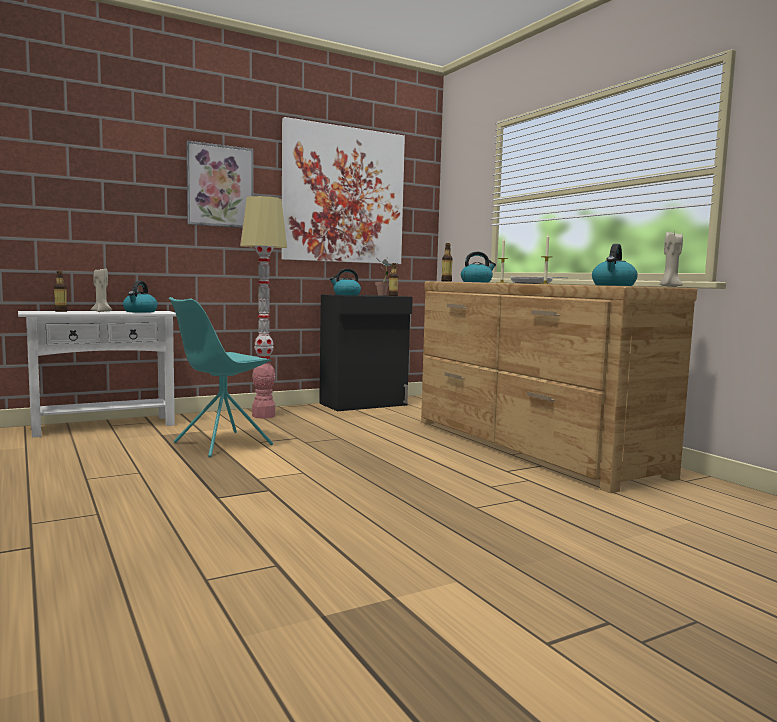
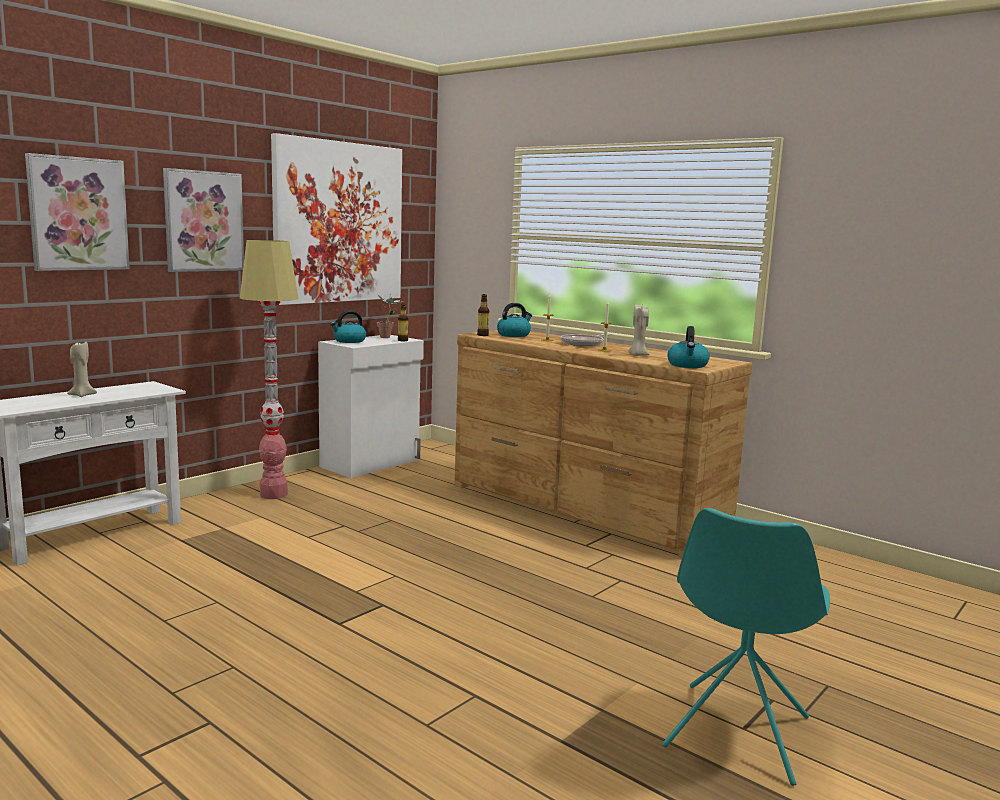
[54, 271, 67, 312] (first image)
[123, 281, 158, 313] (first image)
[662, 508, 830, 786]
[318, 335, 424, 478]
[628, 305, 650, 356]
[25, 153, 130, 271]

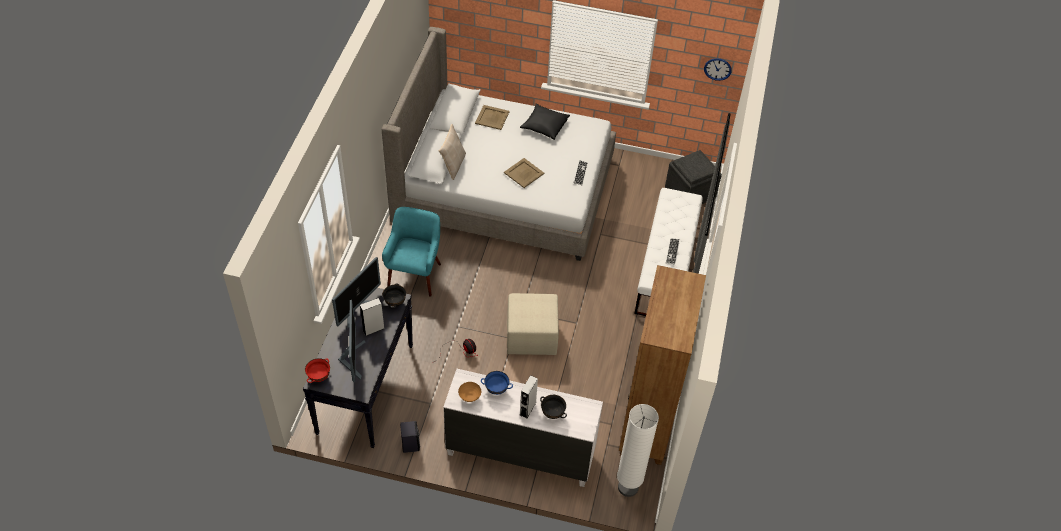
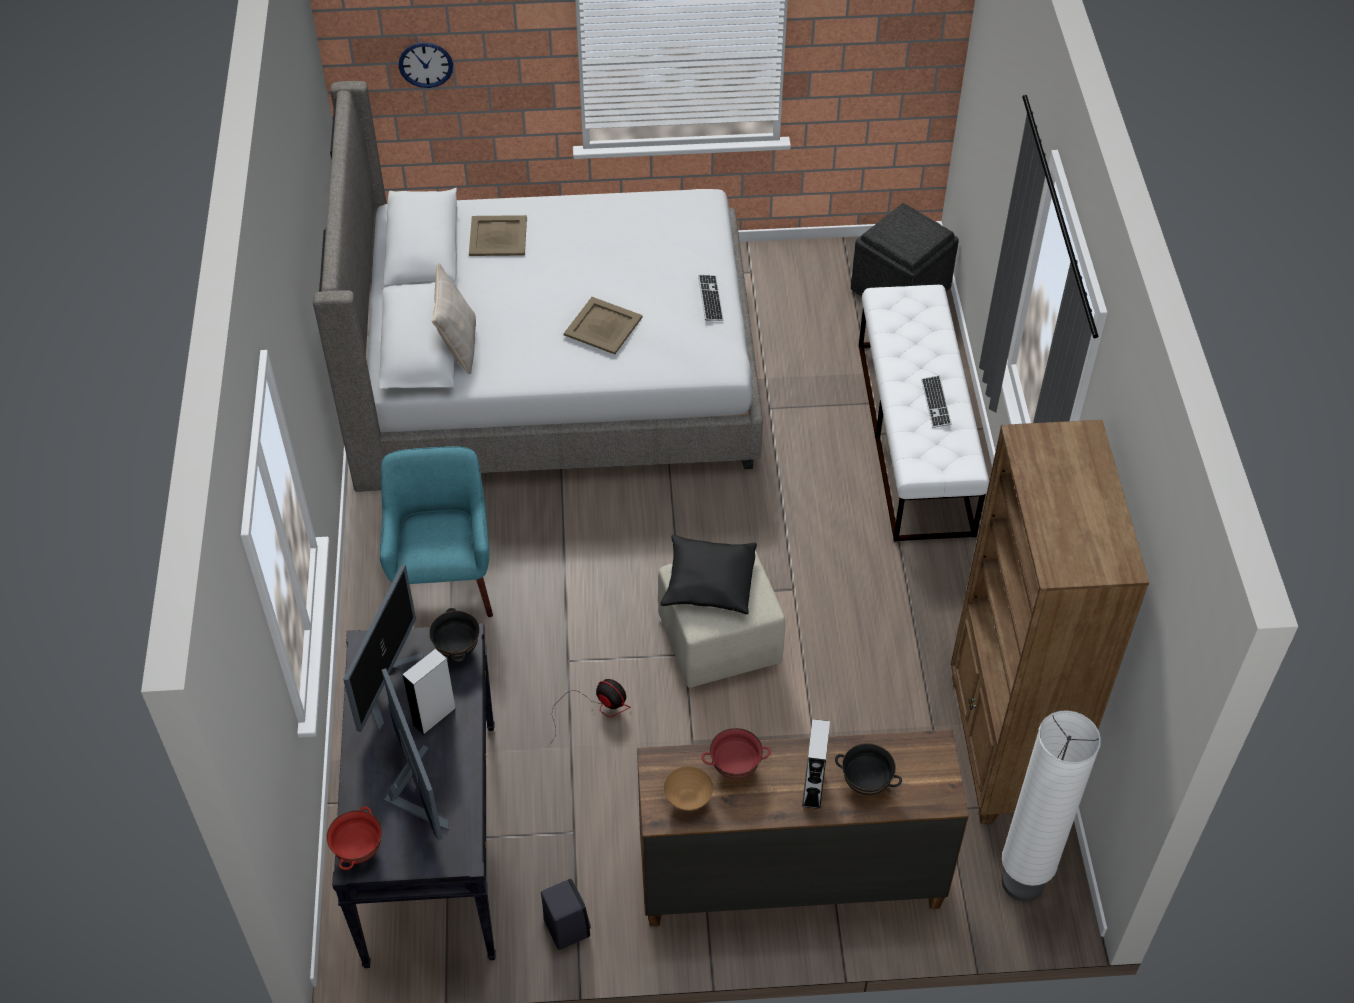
[637, 729, 969, 927]
[701, 728, 771, 779]
[660, 535, 757, 614]
[399, 42, 453, 88]

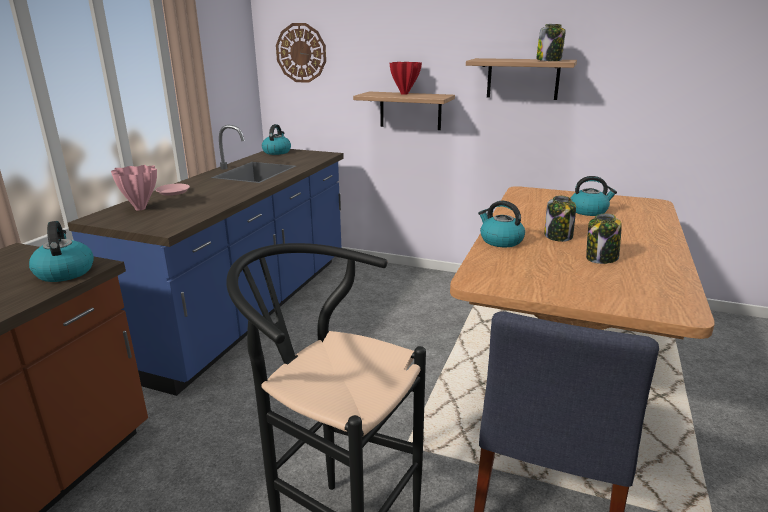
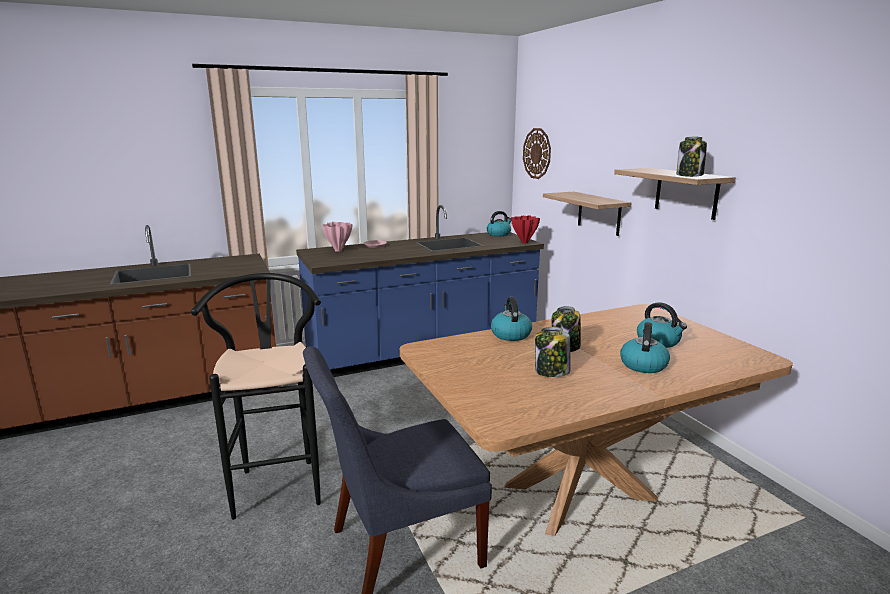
[620, 322, 670, 373]
[511, 215, 540, 243]

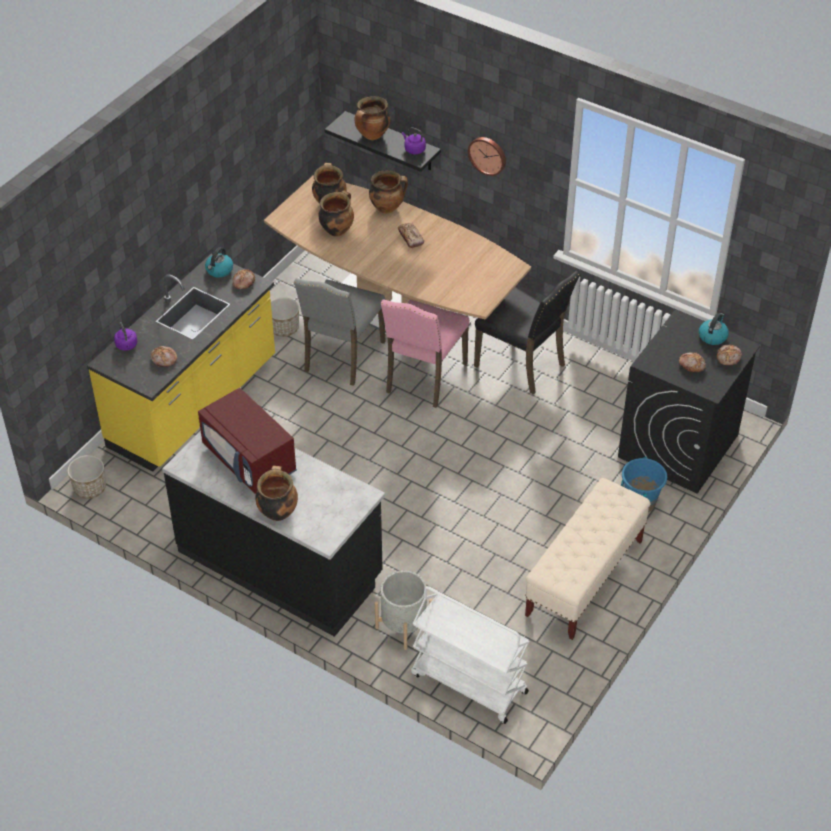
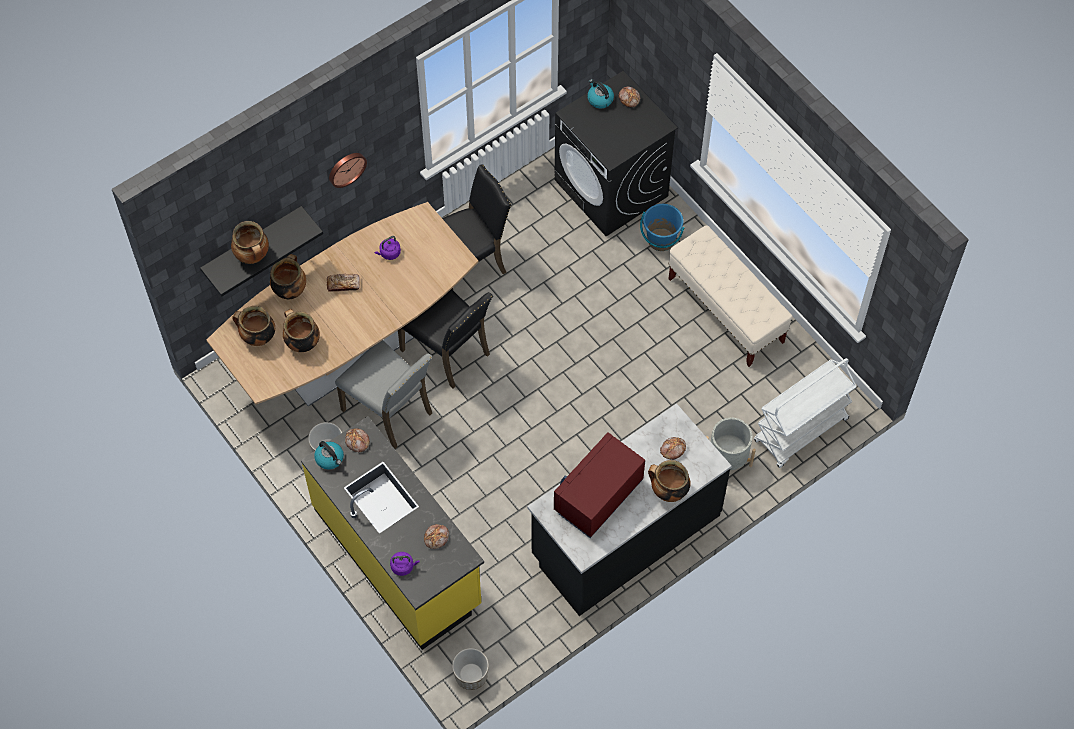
[554, 432, 645, 538]
[398, 289, 493, 388]
[374, 236, 401, 260]
[660, 437, 686, 460]

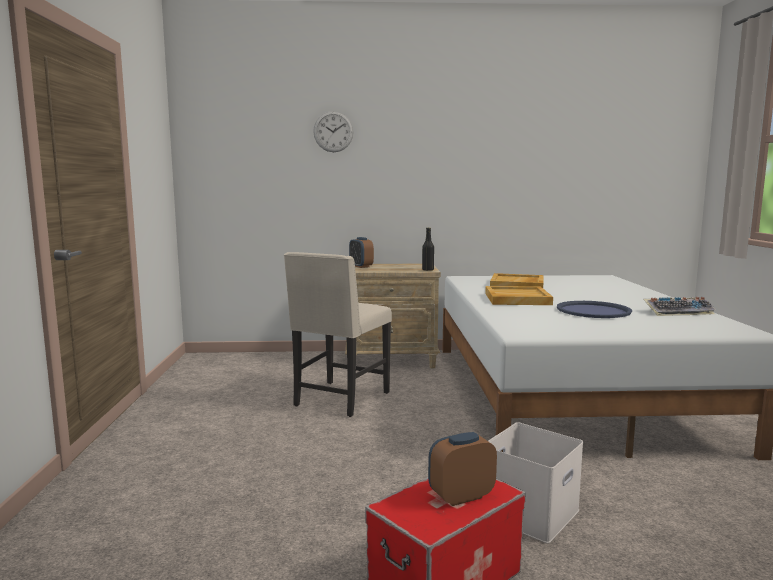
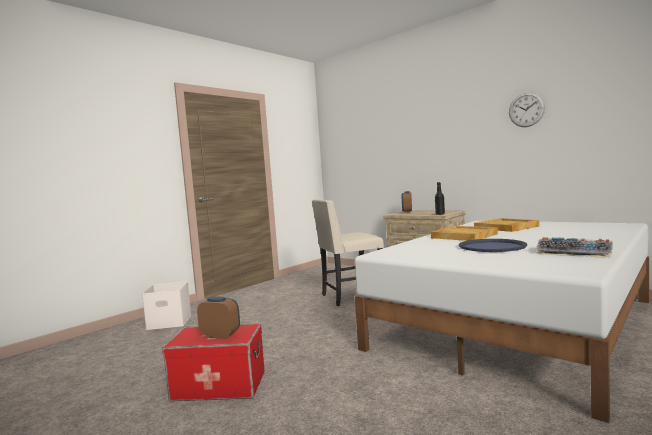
[509, 92, 545, 127]
[142, 281, 192, 330]

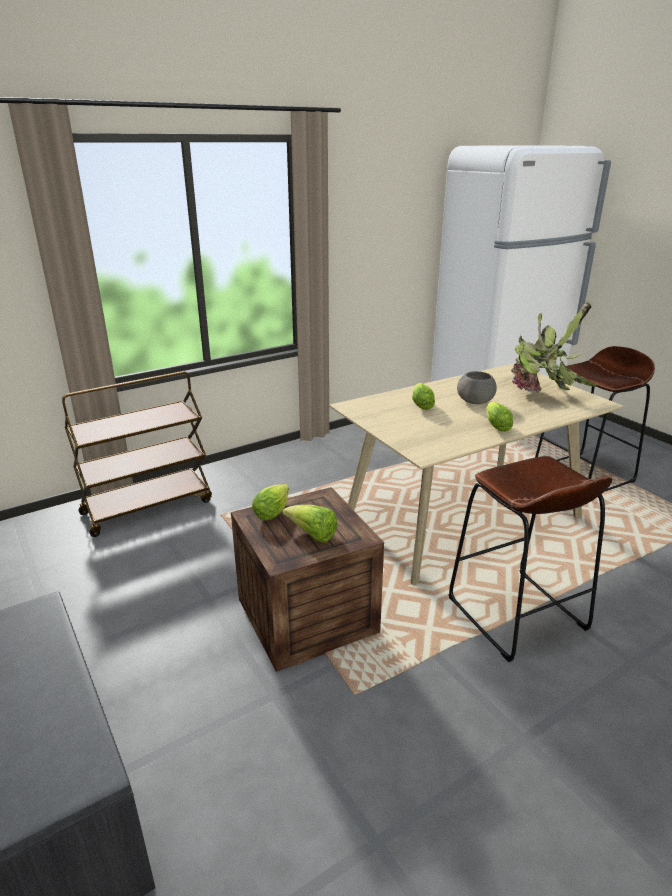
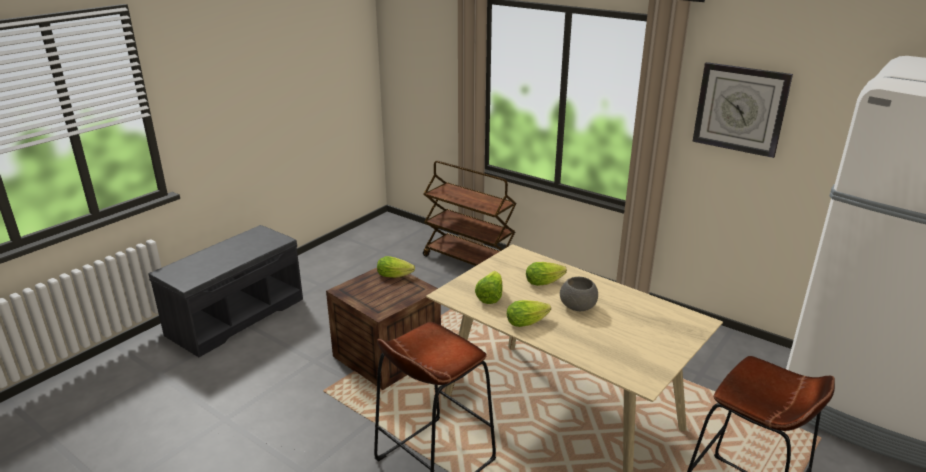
[475, 271, 503, 304]
[511, 301, 597, 392] (first image)
[692, 62, 793, 158]

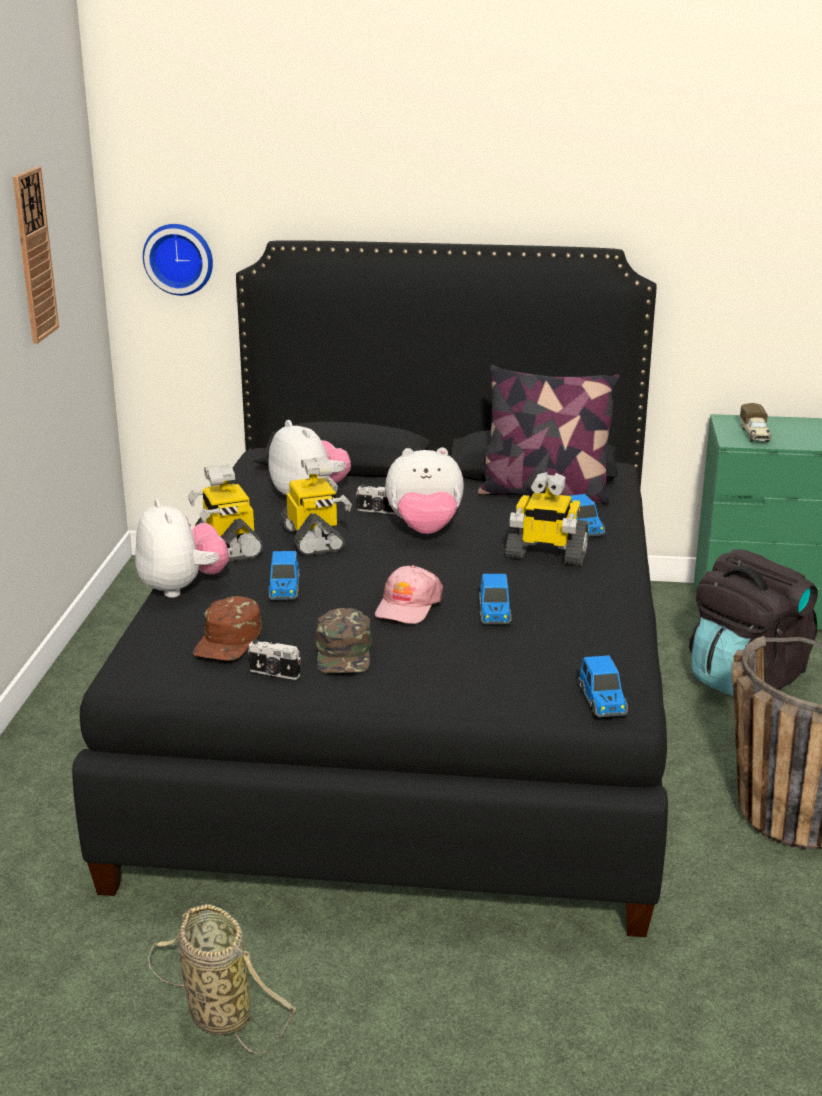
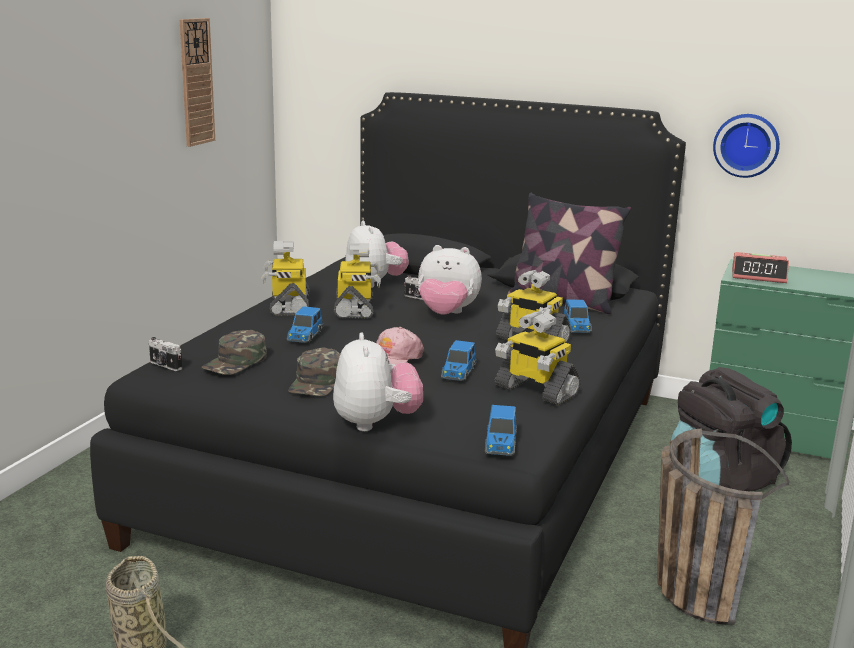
[333, 332, 423, 431]
[713, 114, 780, 178]
[201, 330, 267, 375]
[149, 337, 182, 371]
[732, 252, 789, 283]
[495, 311, 581, 406]

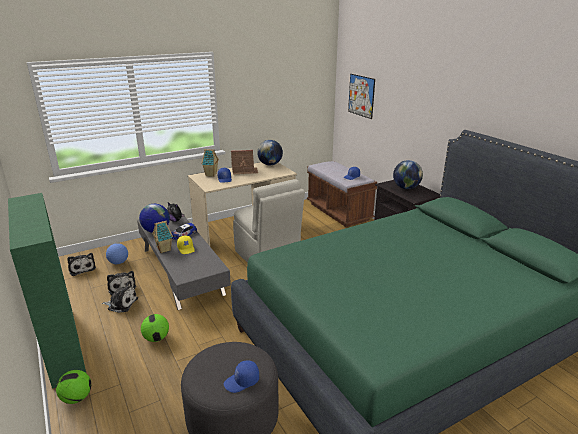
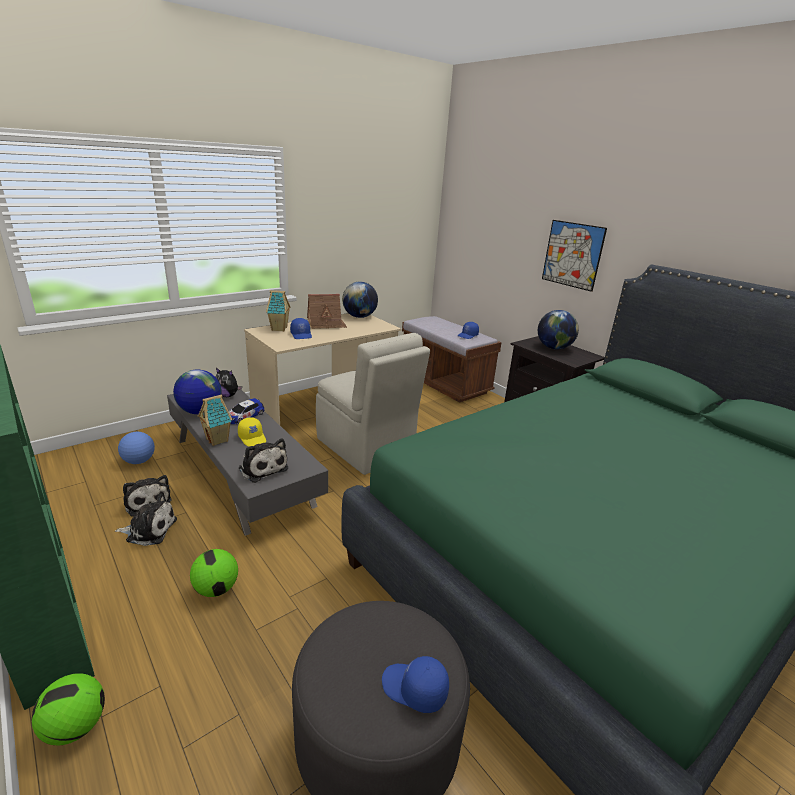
[239, 438, 288, 483]
[382, 656, 449, 713]
[542, 220, 607, 292]

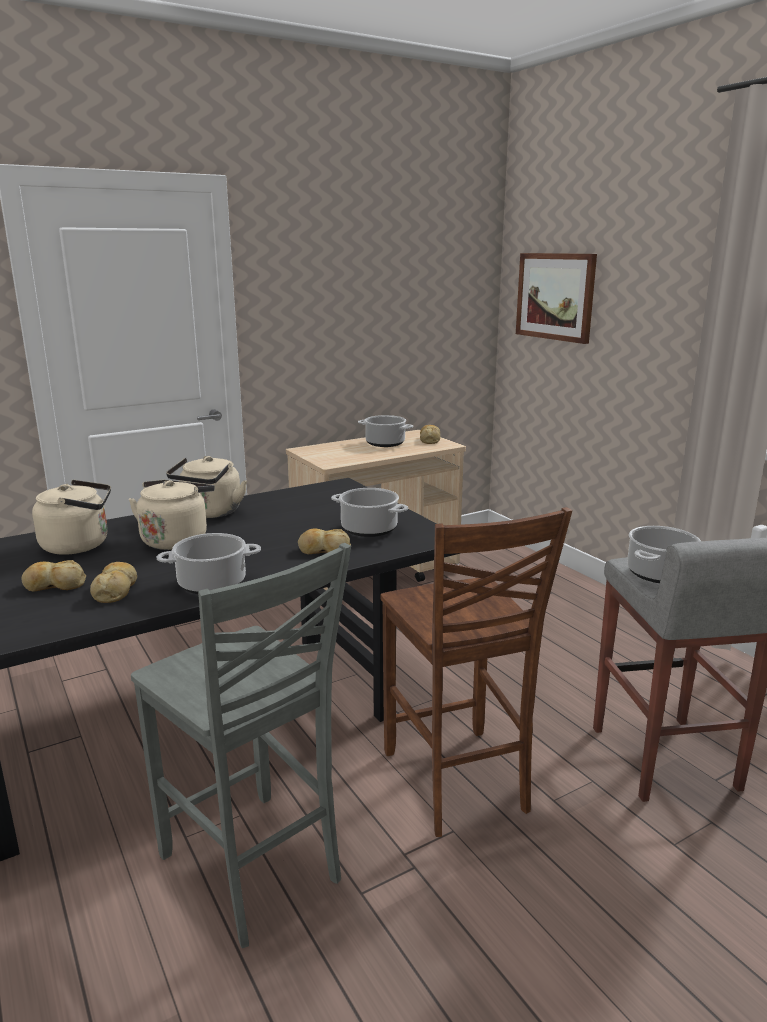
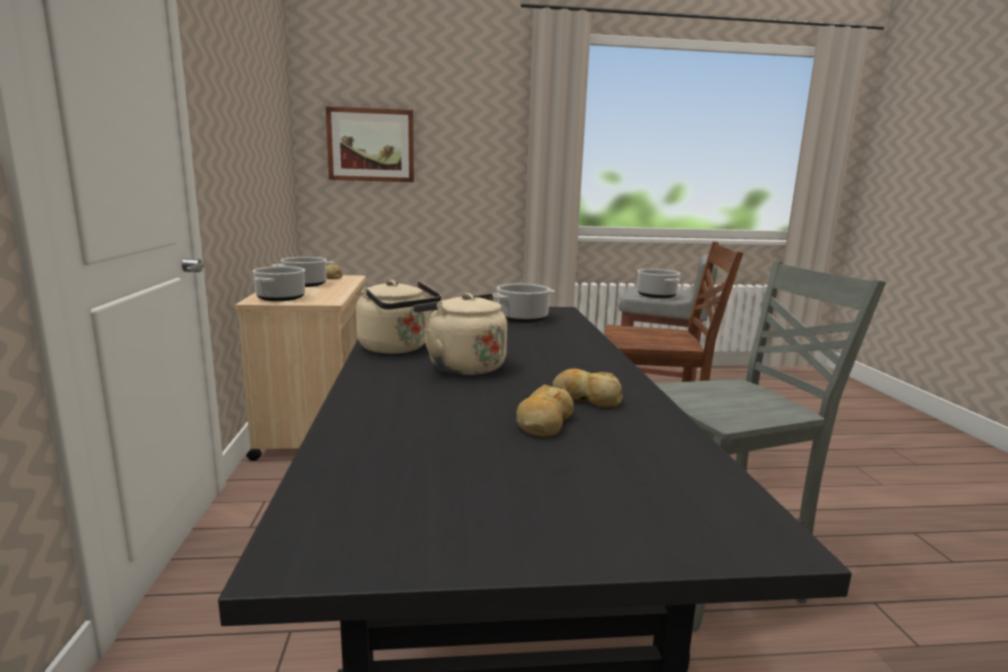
[32, 480, 111, 554] (first image)
[252, 266, 305, 301]
[298, 528, 351, 554] (first image)

